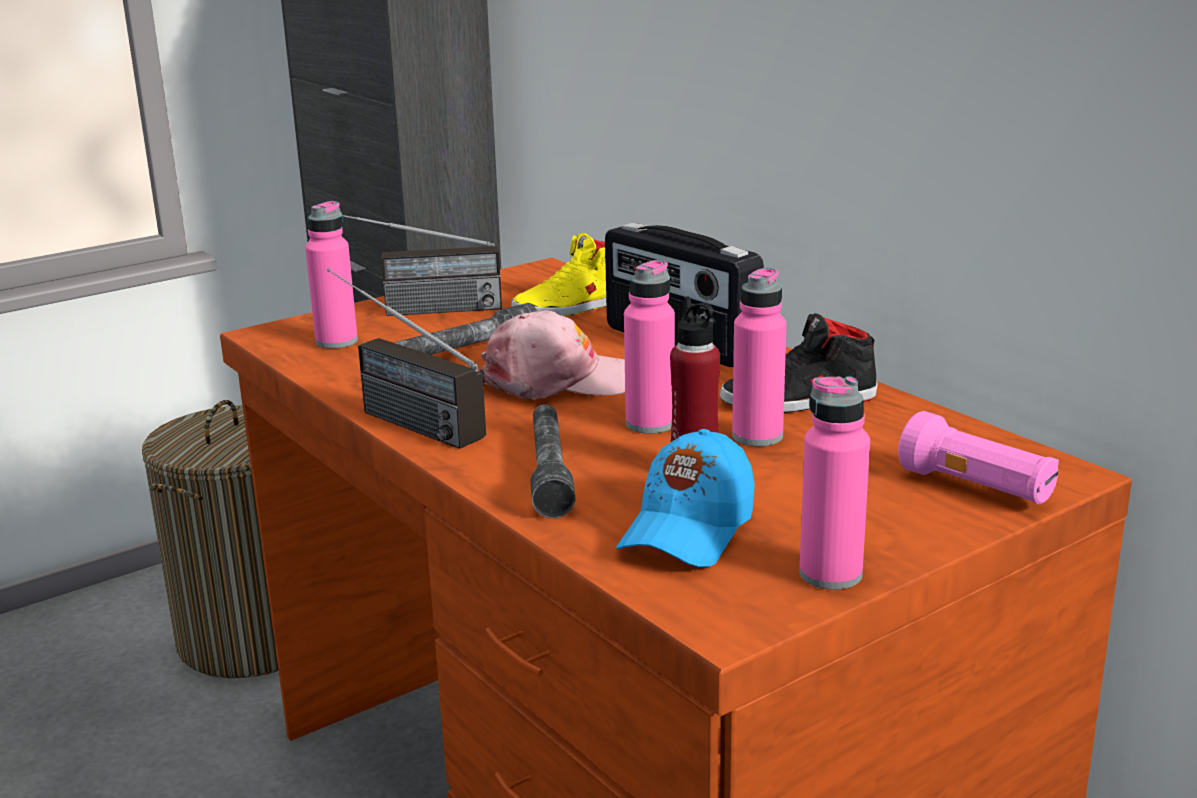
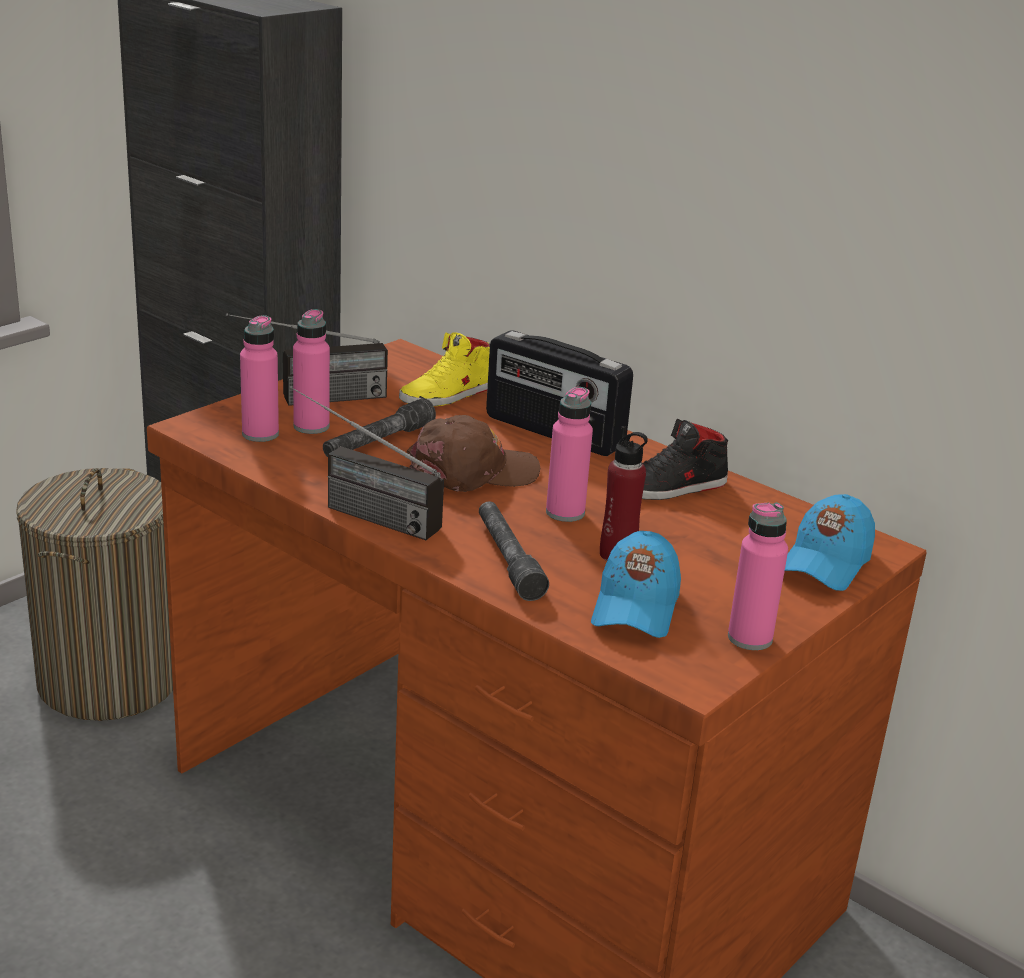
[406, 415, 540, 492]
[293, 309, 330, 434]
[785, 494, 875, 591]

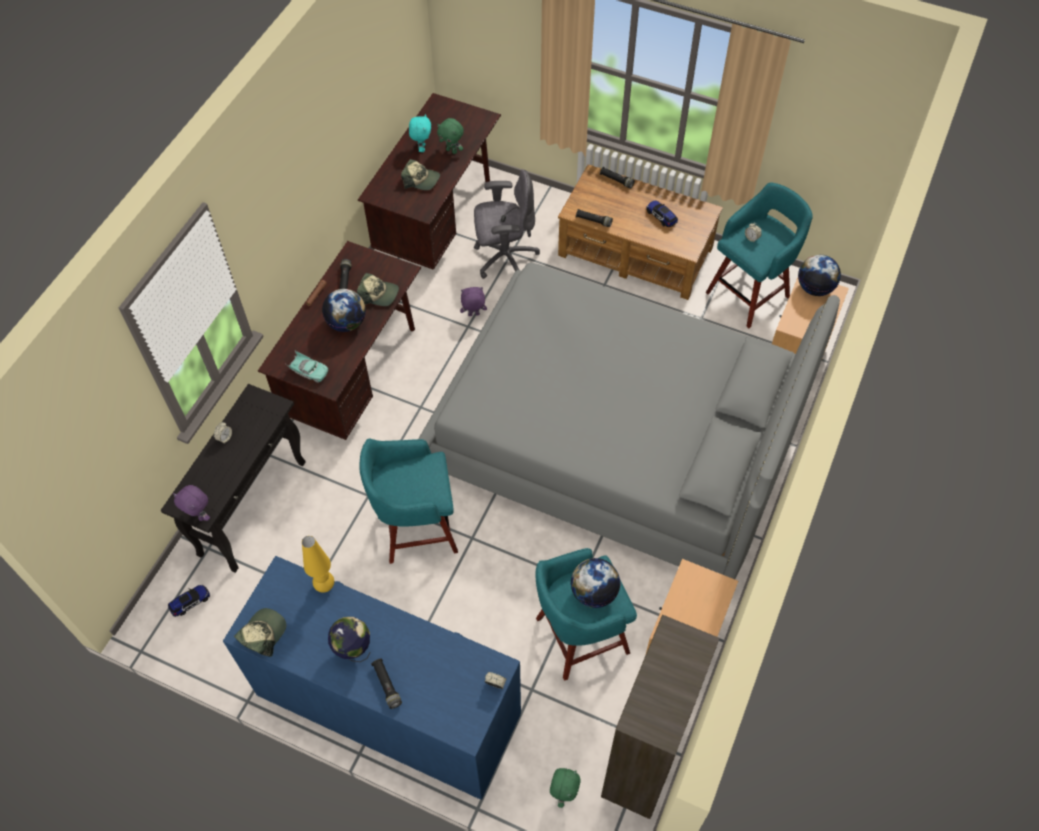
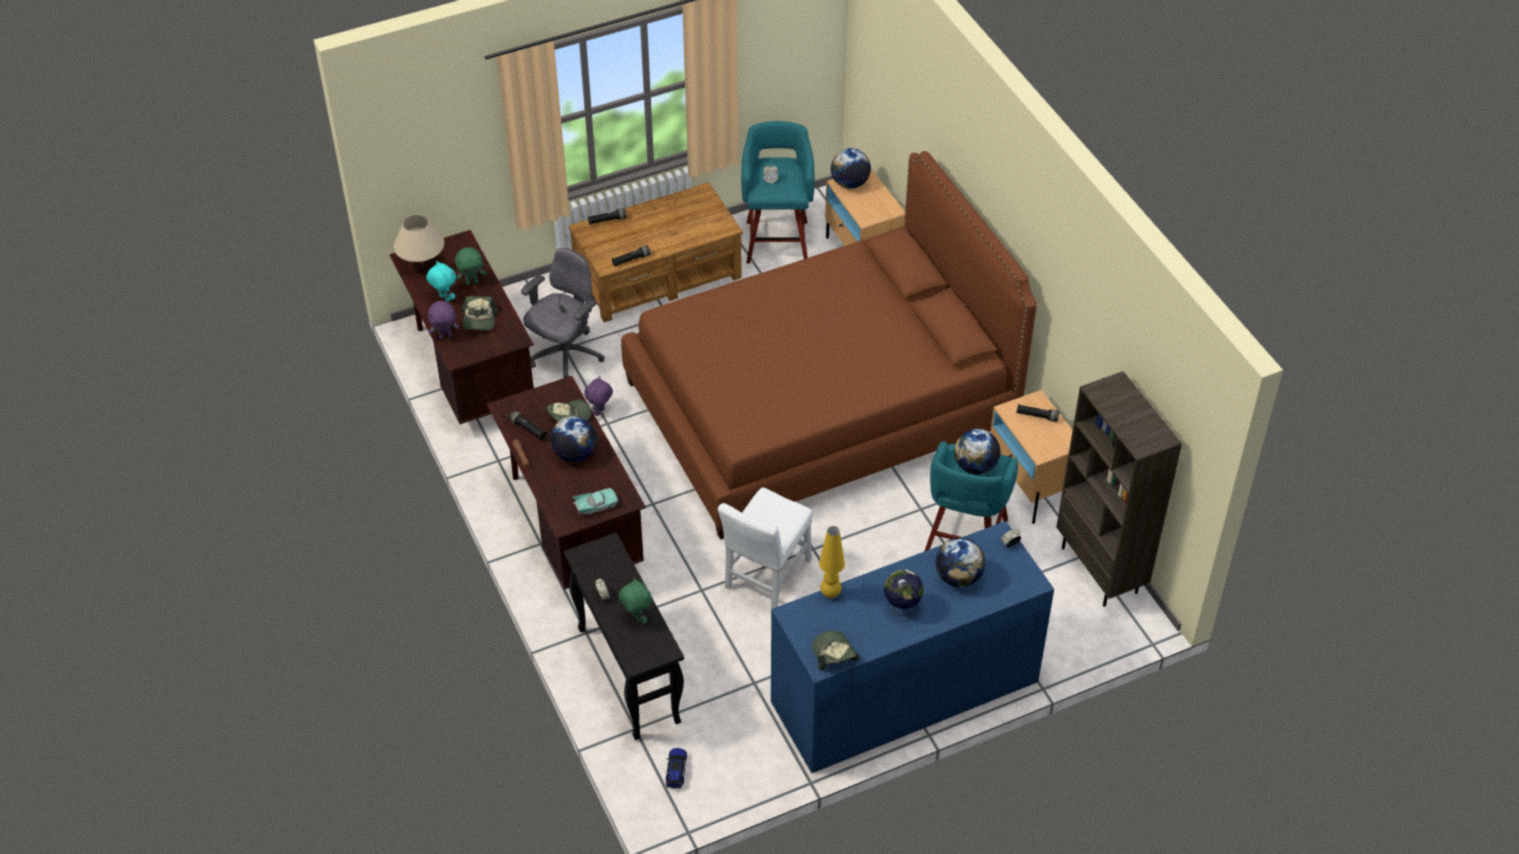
[428, 301, 459, 339]
[718, 487, 812, 609]
[1016, 404, 1060, 422]
[461, 296, 498, 330]
[621, 151, 1037, 540]
[619, 578, 652, 624]
[646, 200, 678, 227] (first image)
[394, 214, 444, 265]
[935, 538, 985, 587]

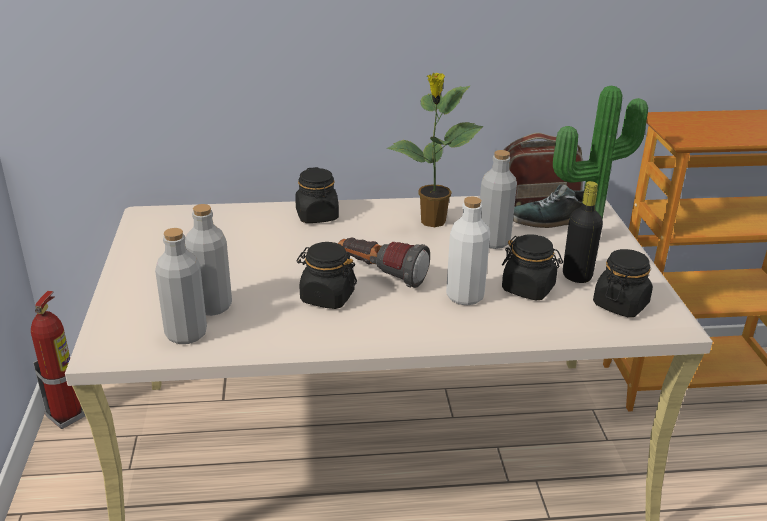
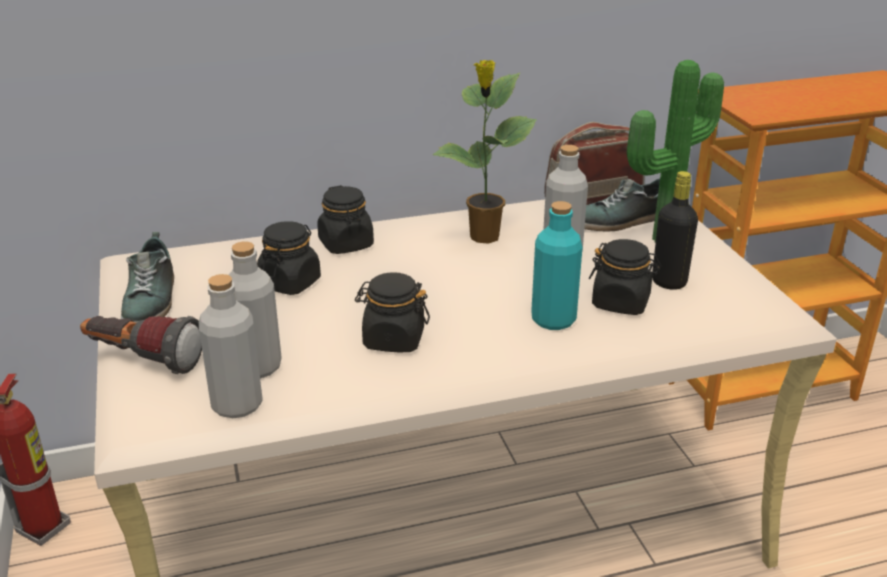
[80, 316, 202, 374]
[531, 201, 582, 330]
[257, 221, 321, 295]
[121, 232, 174, 323]

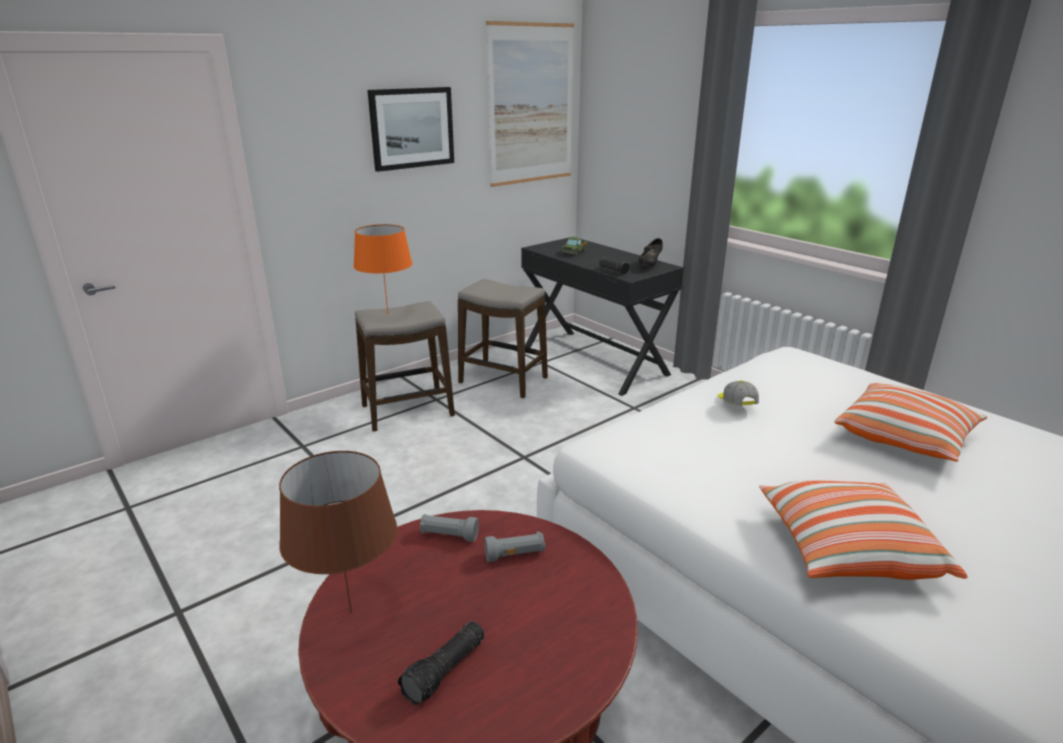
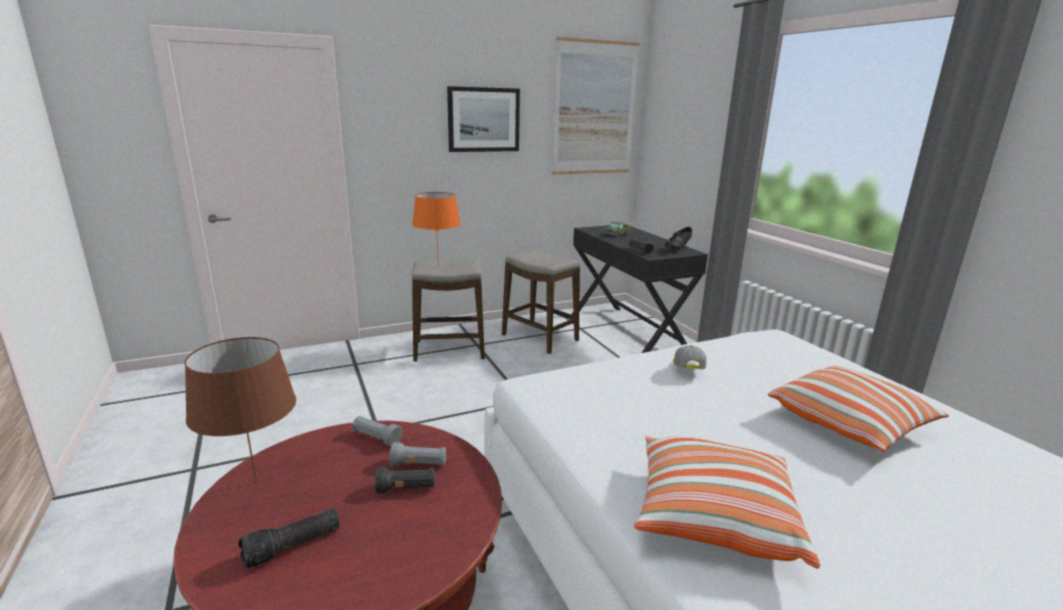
[375, 467, 435, 493]

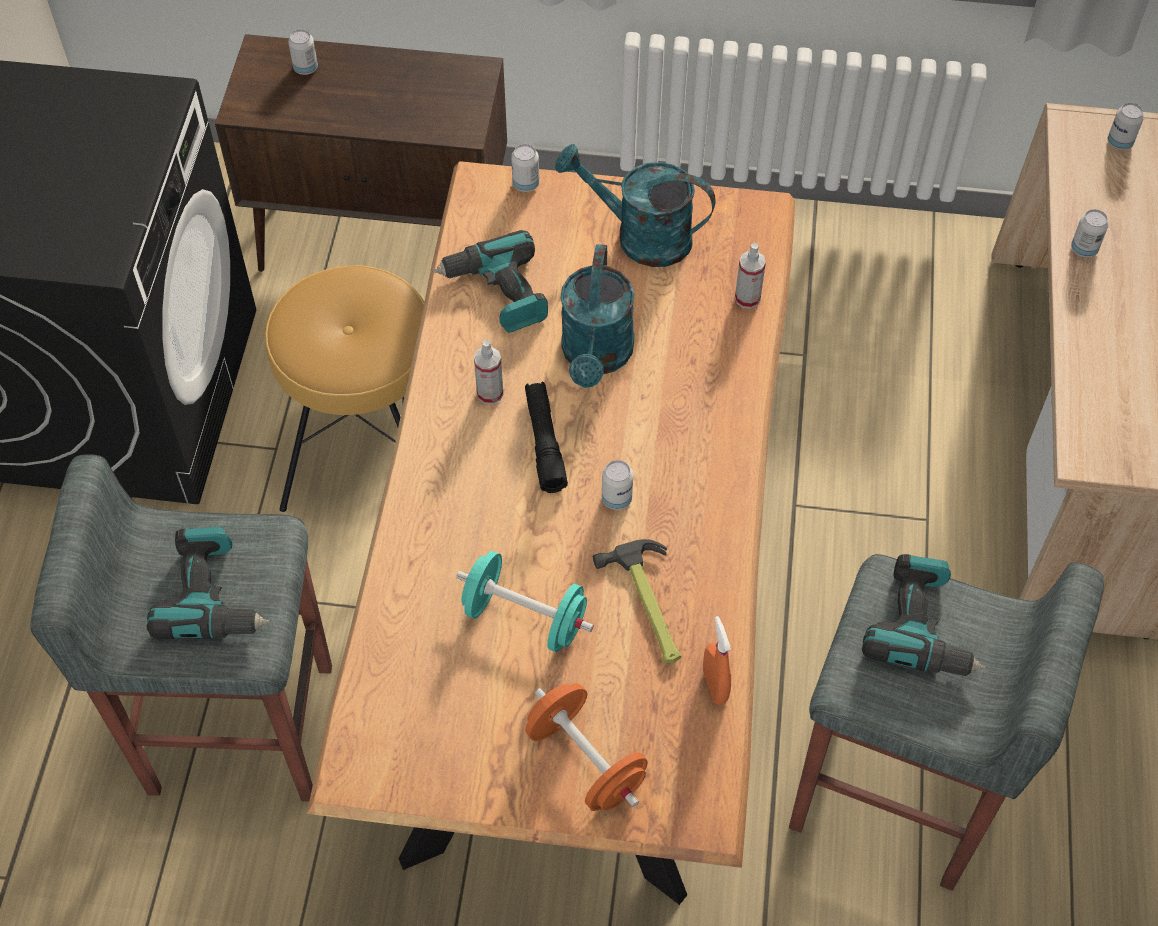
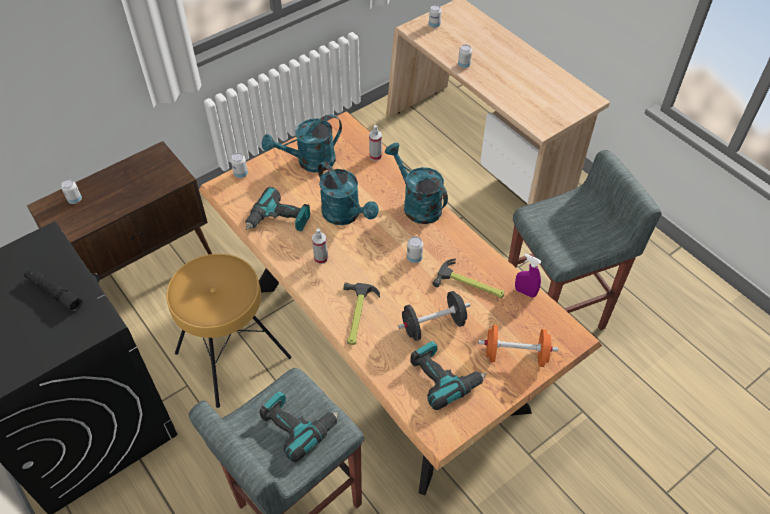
[398, 291, 471, 341]
[24, 267, 82, 312]
[515, 254, 542, 298]
[411, 341, 487, 410]
[344, 283, 380, 345]
[385, 143, 448, 224]

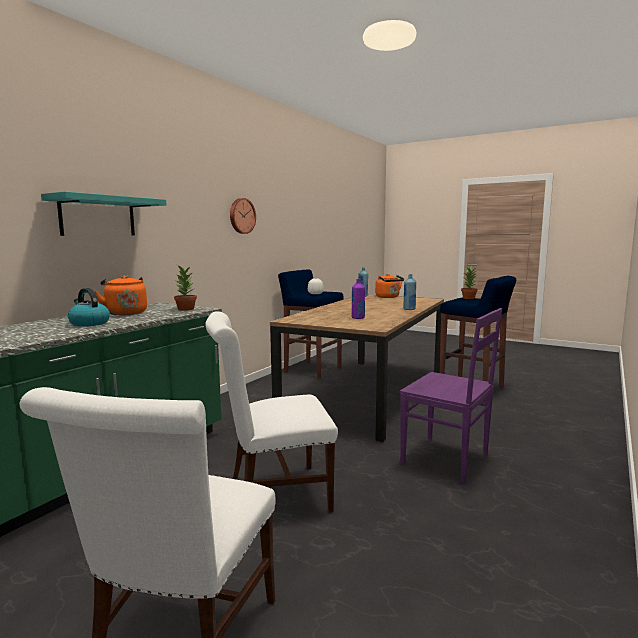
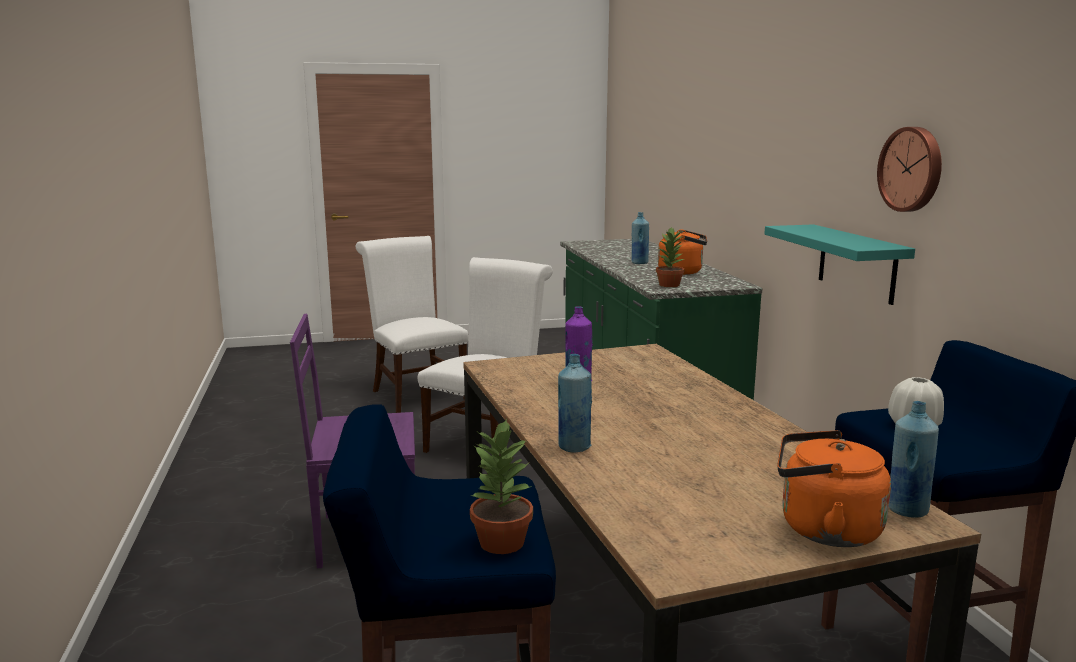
[764, 224, 915, 305]
[632, 212, 649, 264]

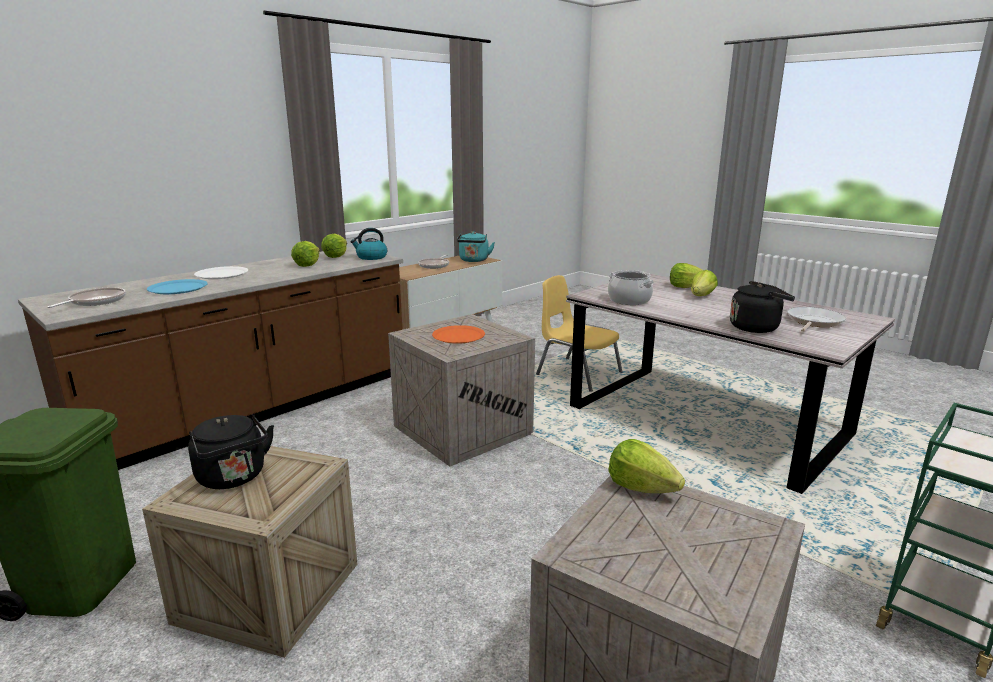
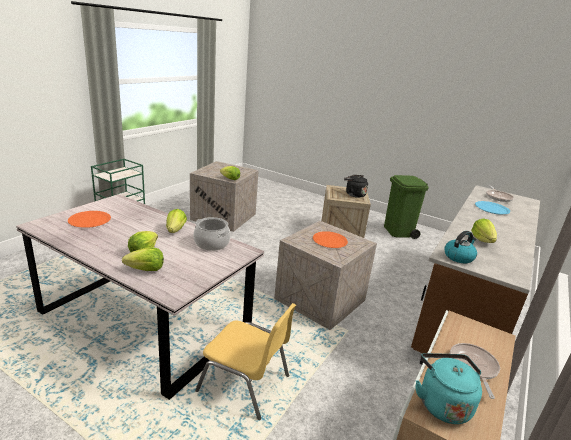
[194, 266, 248, 279] (first image)
[166, 209, 187, 233]
[730, 281, 795, 333] (first image)
[68, 211, 111, 228]

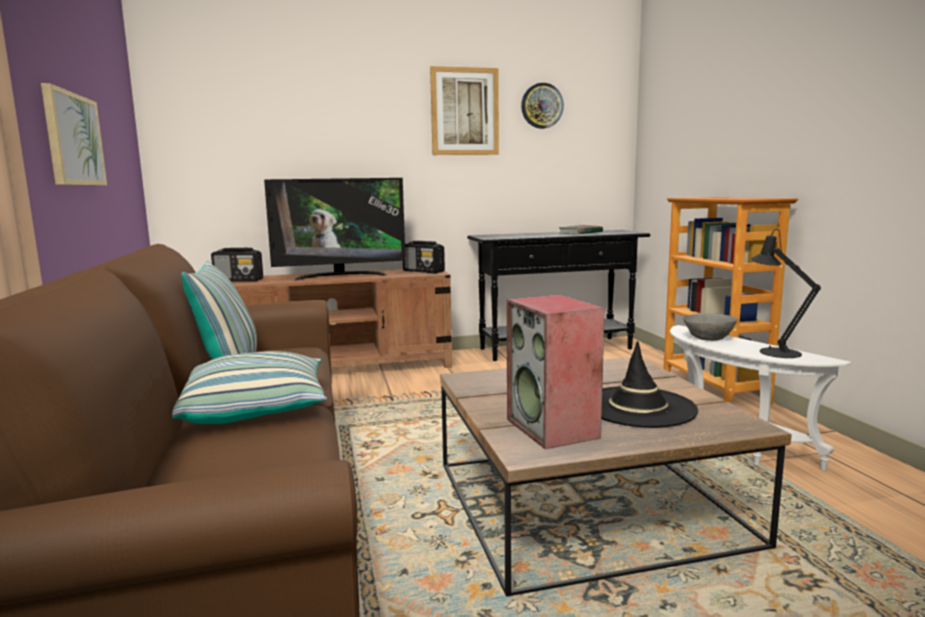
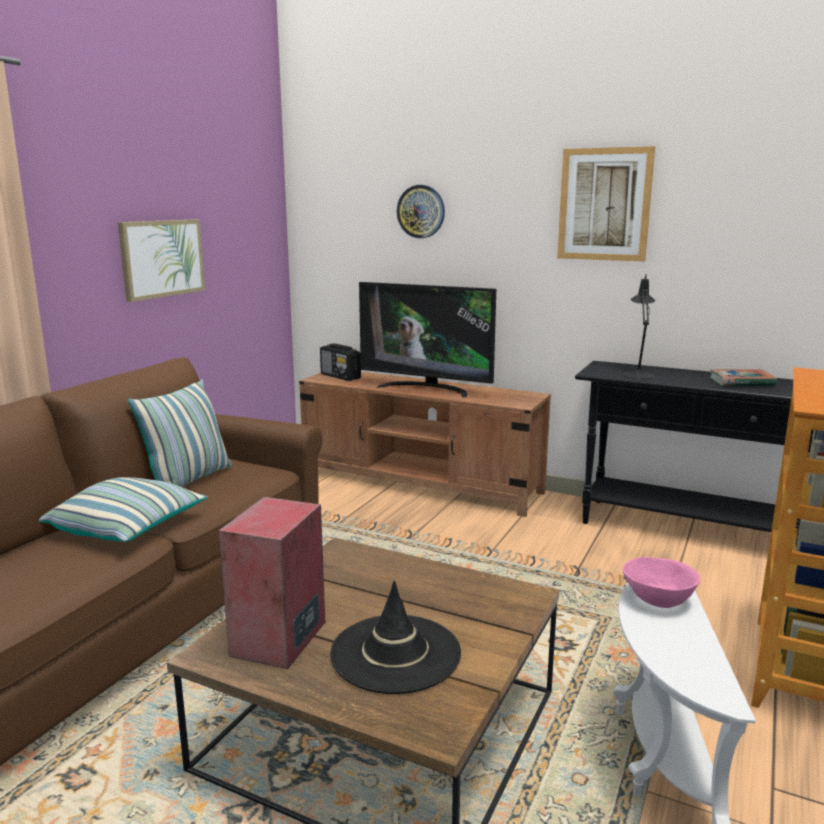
[403, 241, 445, 273] (first image)
[397, 185, 445, 238]
[623, 557, 700, 608]
[623, 275, 655, 379]

